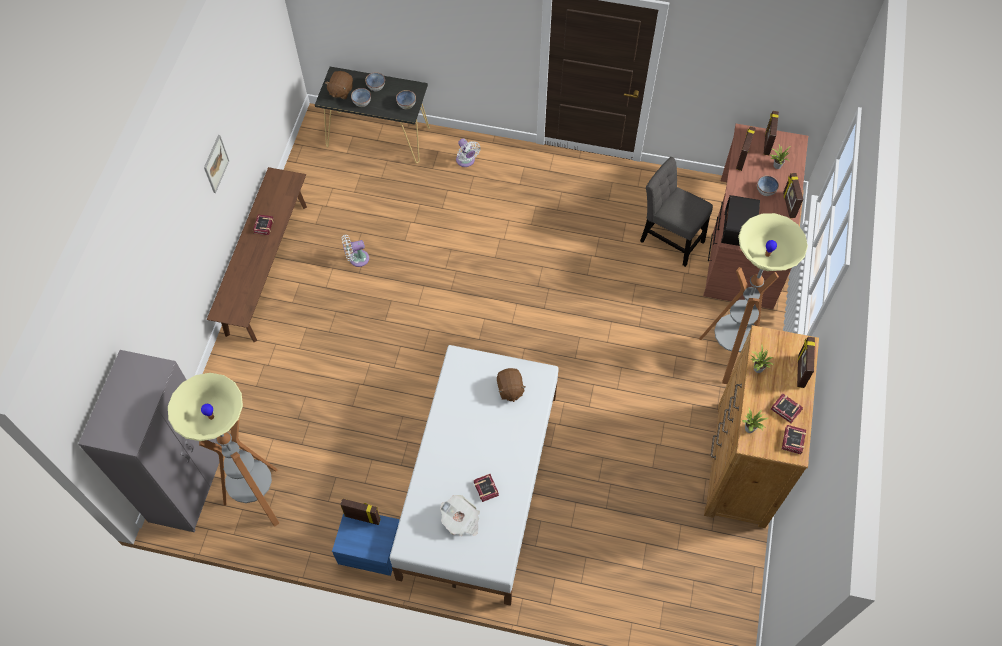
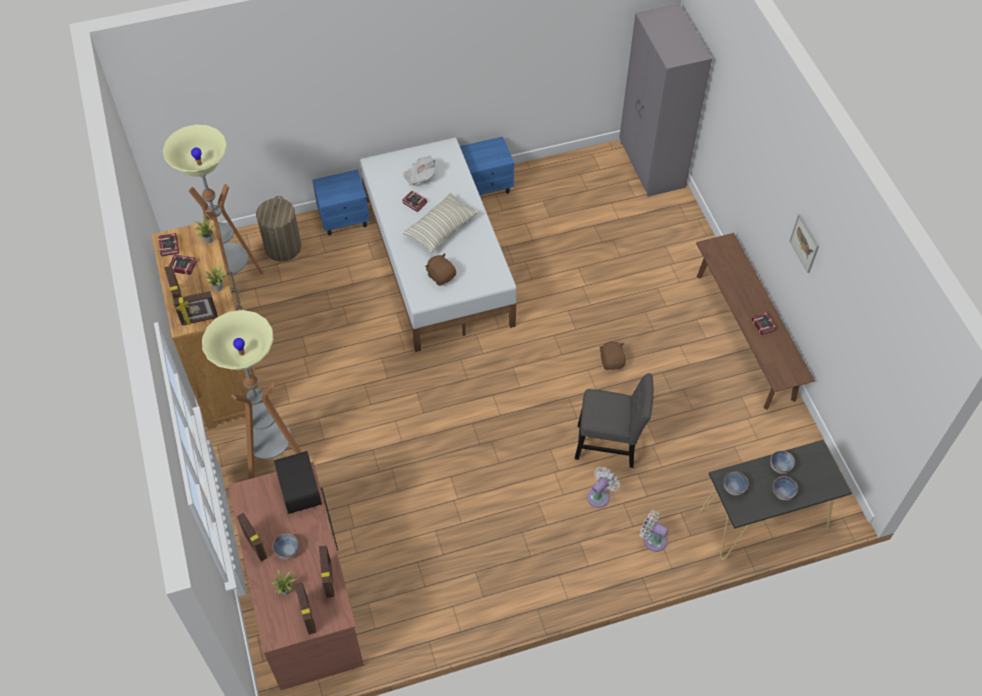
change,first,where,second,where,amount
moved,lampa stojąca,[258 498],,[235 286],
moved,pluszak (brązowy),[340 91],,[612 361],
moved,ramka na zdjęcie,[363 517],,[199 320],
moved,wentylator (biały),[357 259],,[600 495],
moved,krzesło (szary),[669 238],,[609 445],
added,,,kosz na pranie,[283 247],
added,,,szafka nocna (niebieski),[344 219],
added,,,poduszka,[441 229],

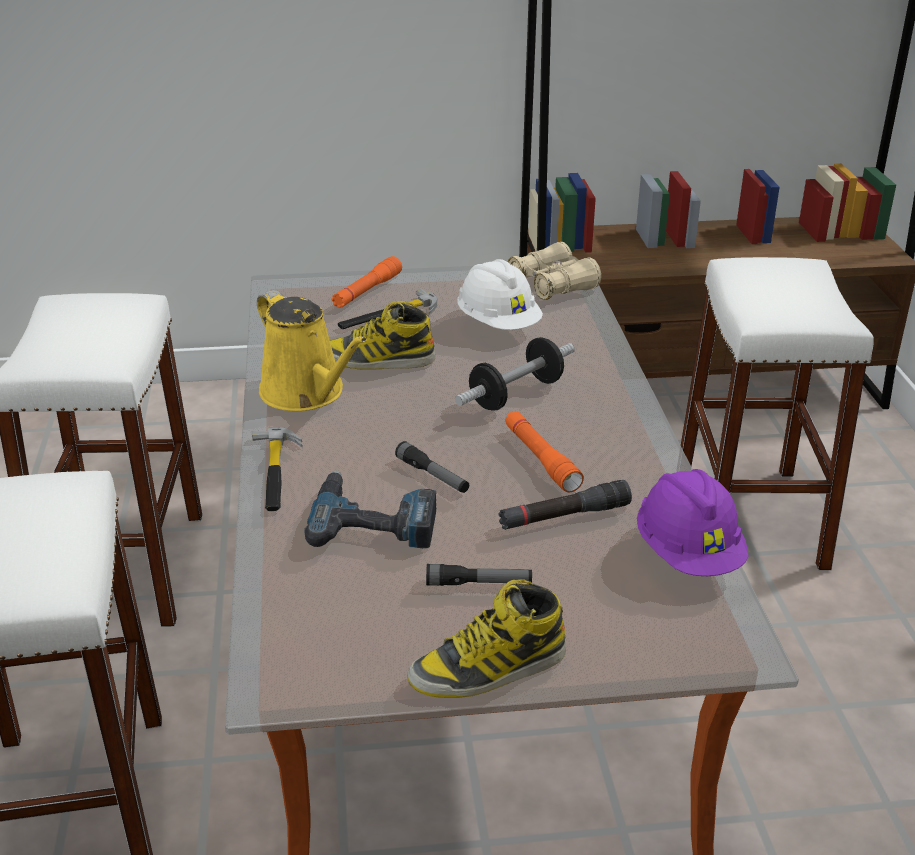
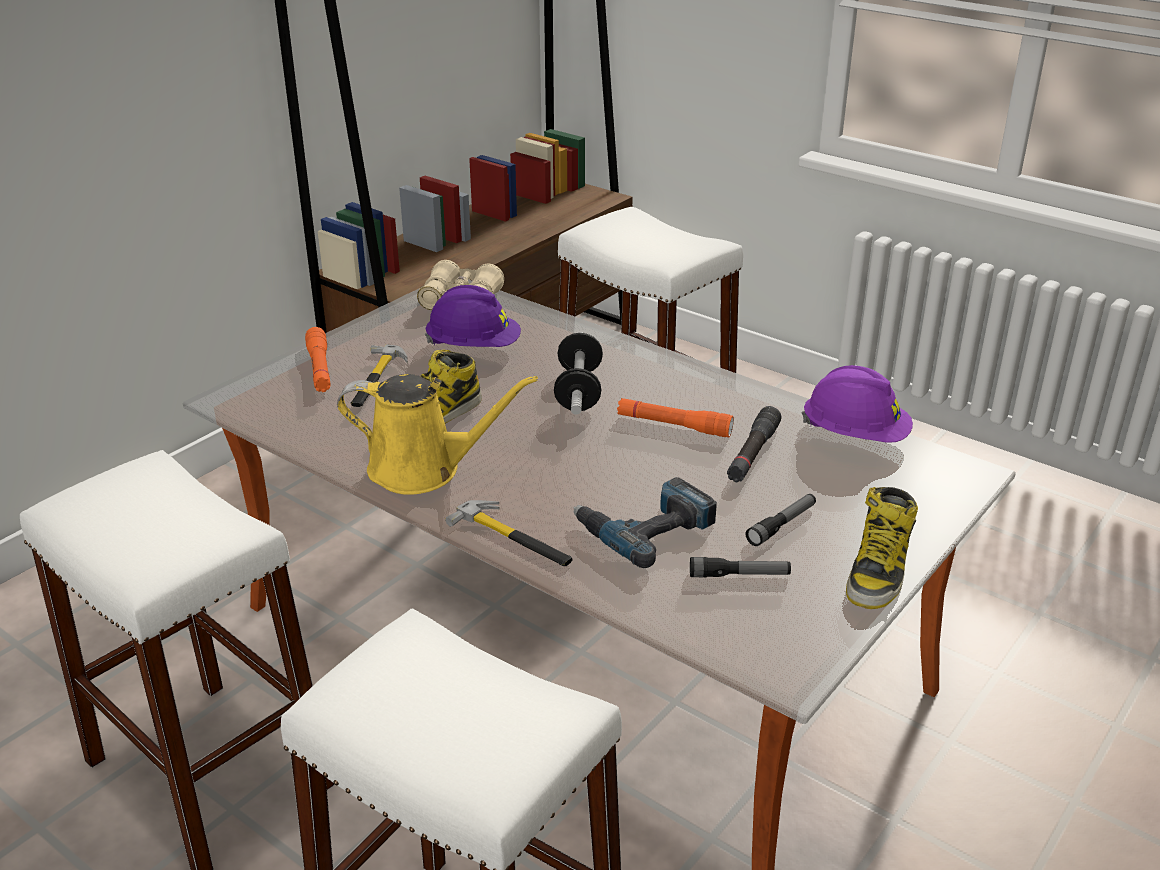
change,first,where,second,where,amount
moved,latarka,[432 475],,[739 575],
recoloured,kask (biały),[498 324],kask (fioletowy),[474 347],

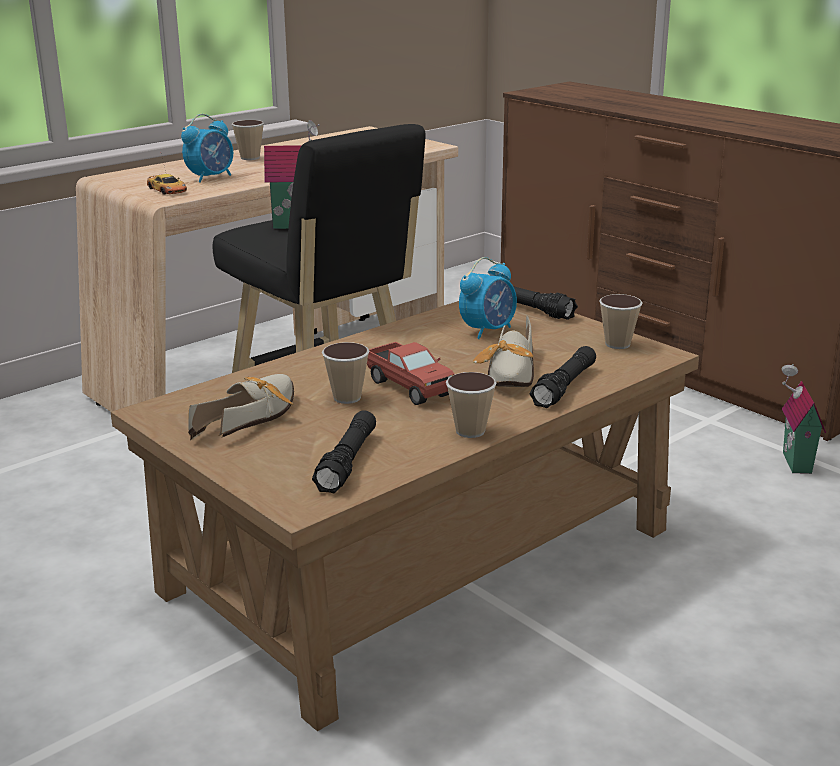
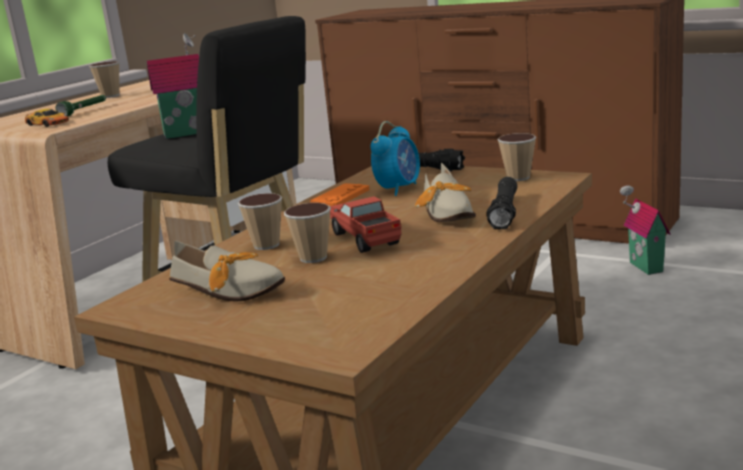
change,first,where,second,where,amount
replaced,budzik,[211 177],latarka (zielony),[84 111],
turned,but,[253 417],,[232 290],105 degrees clockwise
removed,latarka (czarny),[347 462],,,
turned,ciężarówka zabawkowa,[409 388],,[366 239],150 degrees counterclockwise
moved,filiżanka,[470 431],,[266 245],
added,,,pad do gier (pomarańczowy),[340 197],

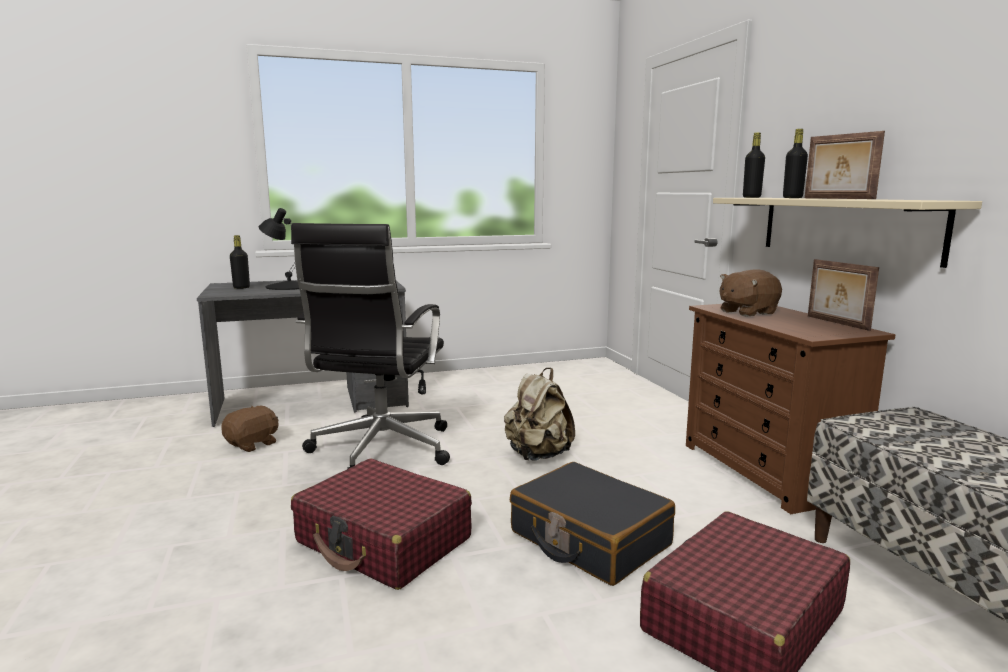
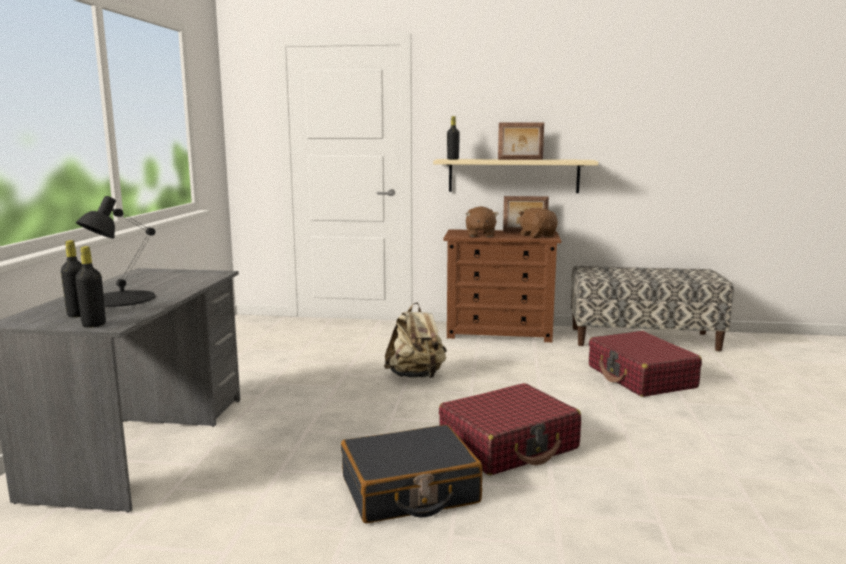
change,first,where,second,where,amount
moved,pluszak (brązowy),[253 444],,[537 236],
removed,krzesło biurowe (czarny),[380 451],,,
moved,walizka (czarny),[589 539],,[409 491],
moved,butelka (czarny),[792 198],,[94 324],

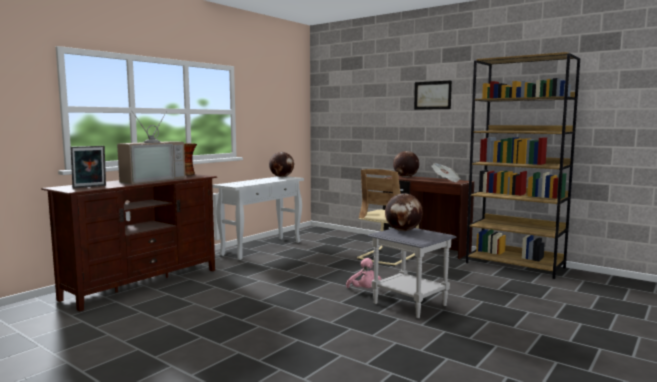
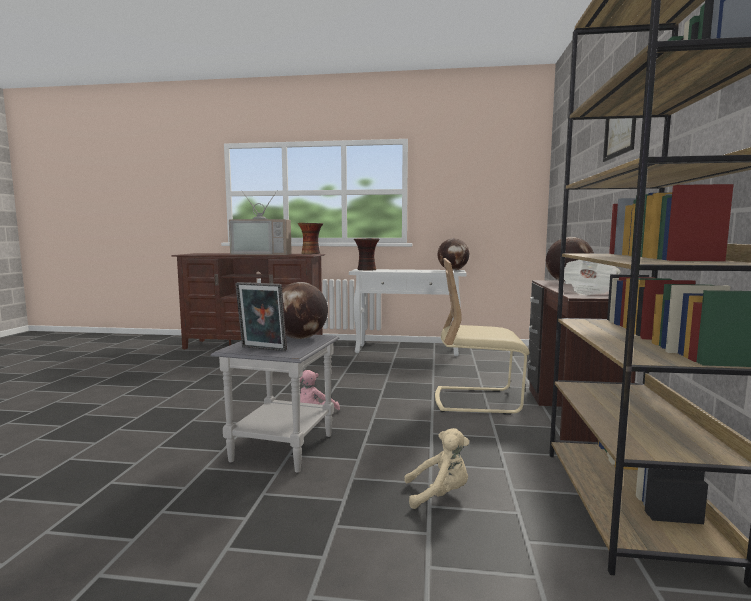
change,first,where,second,where,amount
moved,ramka na zdjęcie,[90 187],,[262 349],
added,,,wazon,[366 269],
added,,,pluszak (beżowy),[439 494],

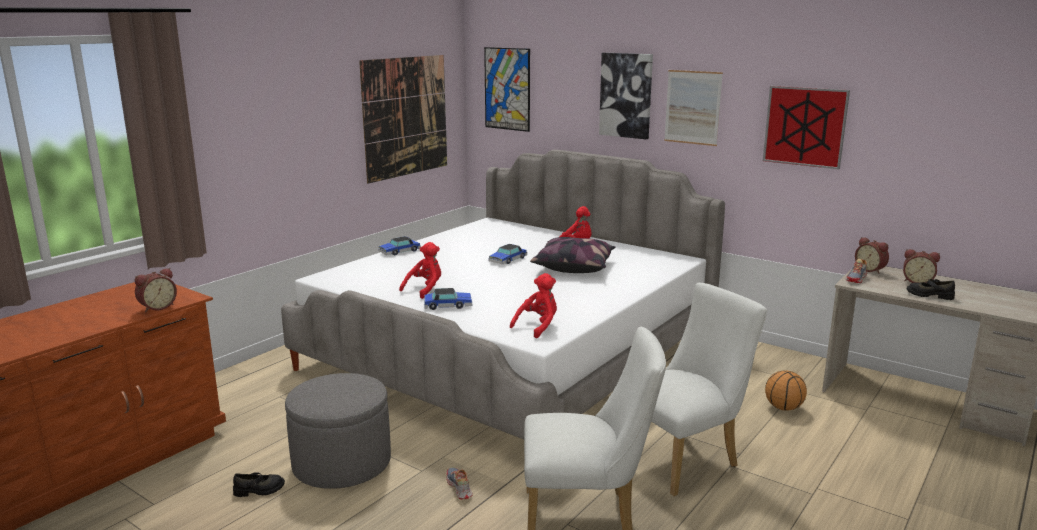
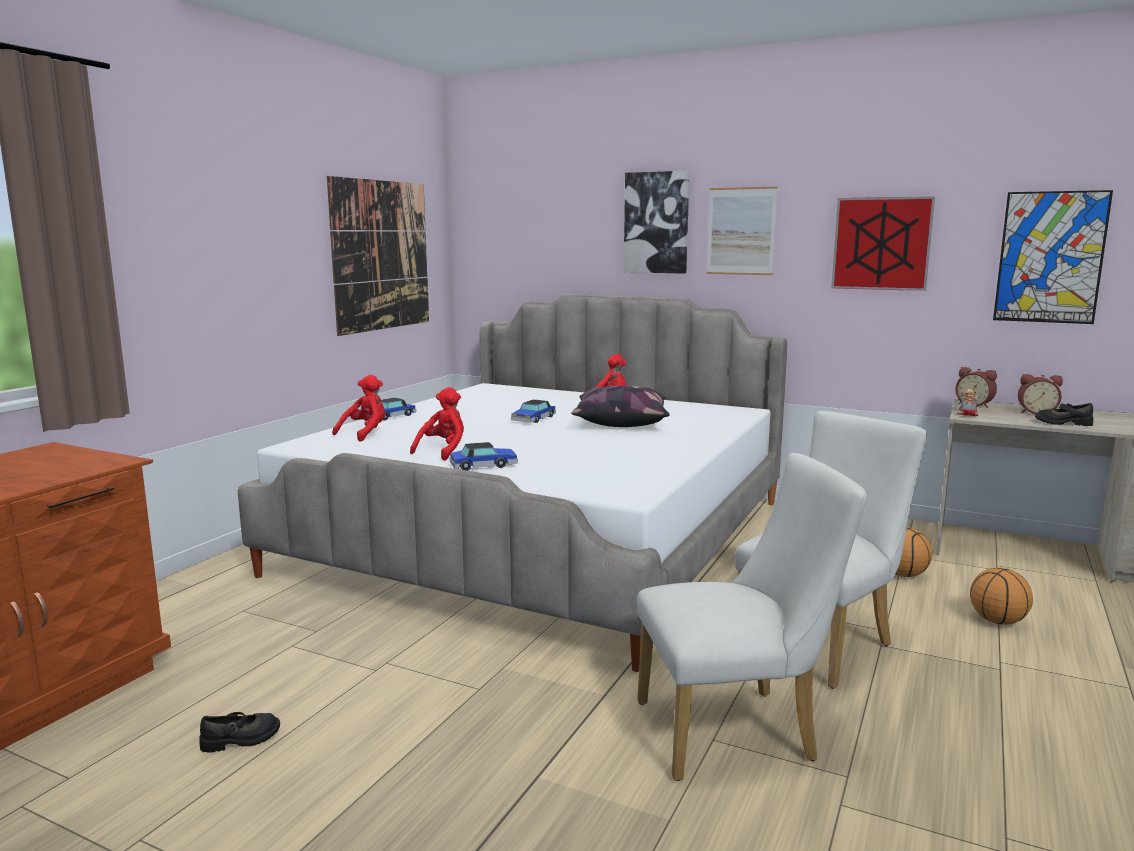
change,first,where,second,where,amount
removed,budzik,[157 307],,,
removed,pufa (szary),[342 463],,,
removed,but,[459 487],,,
moved,obraz,[507 89],,[1050 257],
moved,pluszak (czerwony),[538 326],,[365 433],
added,,,piłka do koszykówki,[998 621],

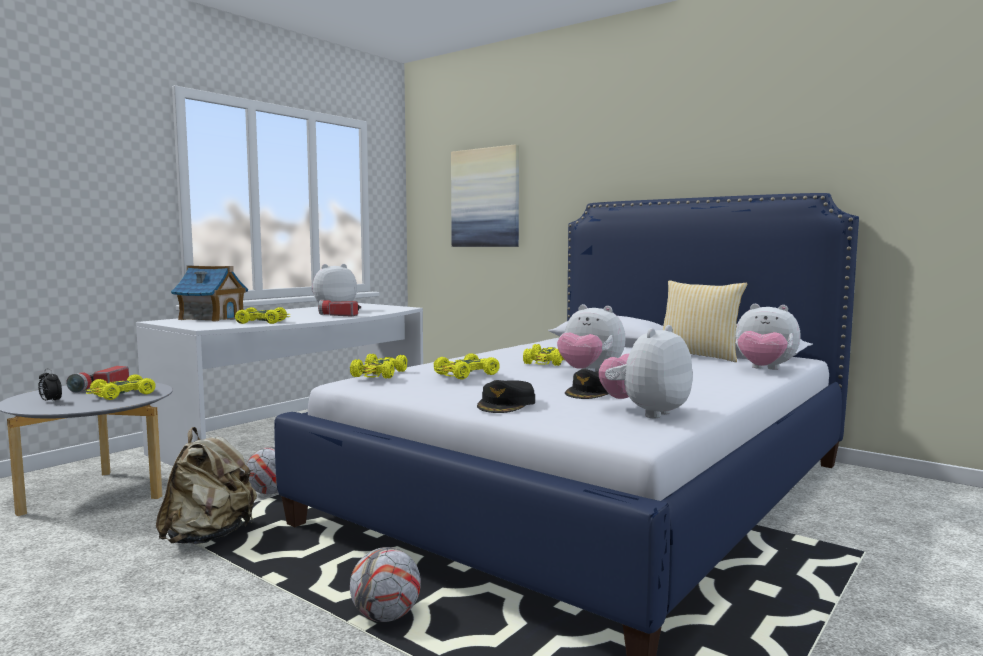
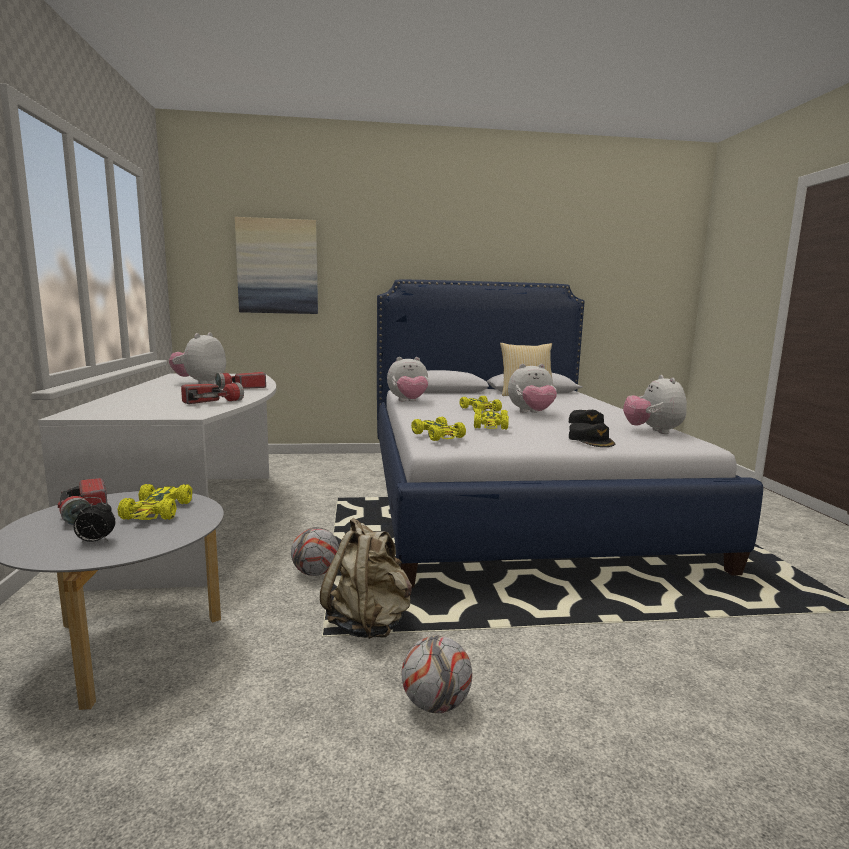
change,first,where,second,where,amount
removed,domek,[212 318],,,
replaced,samochodzik (żółty),[262 322],latarka,[213 402],
moved,piłka futbolowa,[385 616],,[435 704],
moved,pluszak,[764 369],,[408 401],

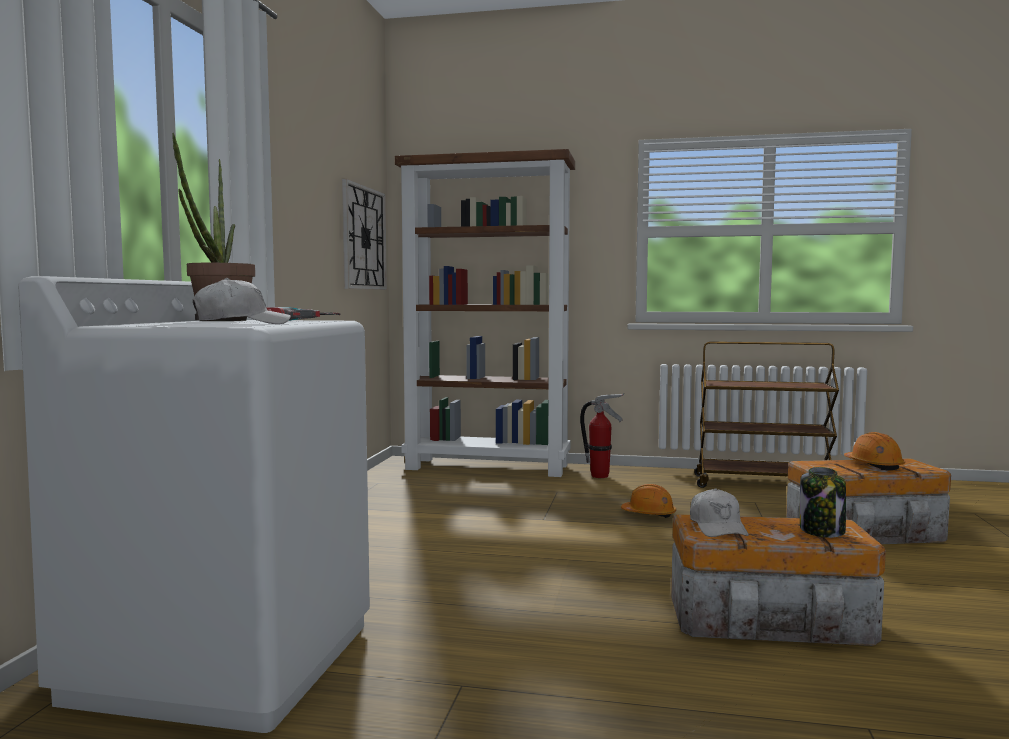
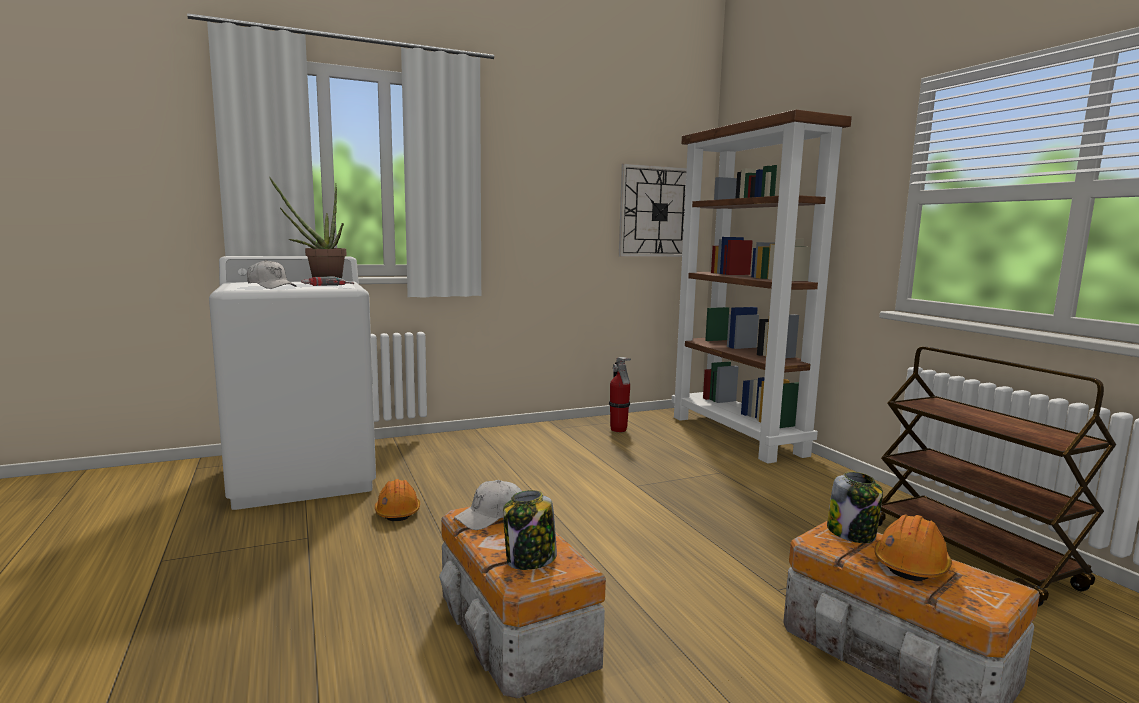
change,first,where,second,where,amount
moved,gaśnica,[600 476],,[618 430],
moved,kask (pomarańczowy),[649 514],,[397 511],
added,,,słoik,[852 533],

